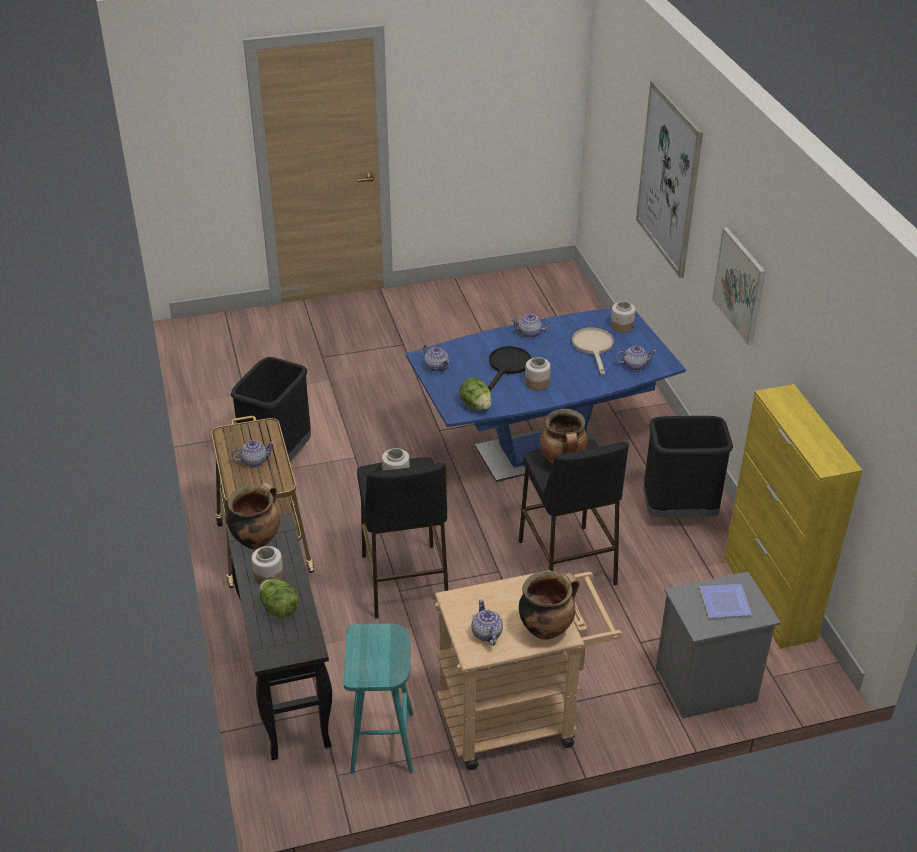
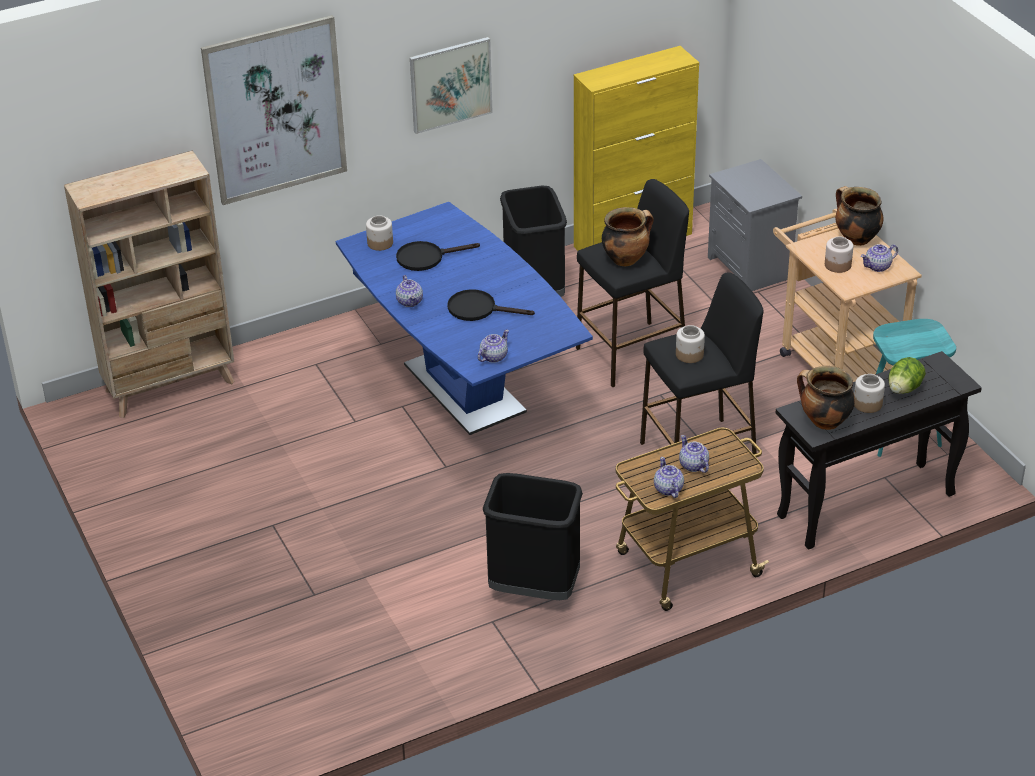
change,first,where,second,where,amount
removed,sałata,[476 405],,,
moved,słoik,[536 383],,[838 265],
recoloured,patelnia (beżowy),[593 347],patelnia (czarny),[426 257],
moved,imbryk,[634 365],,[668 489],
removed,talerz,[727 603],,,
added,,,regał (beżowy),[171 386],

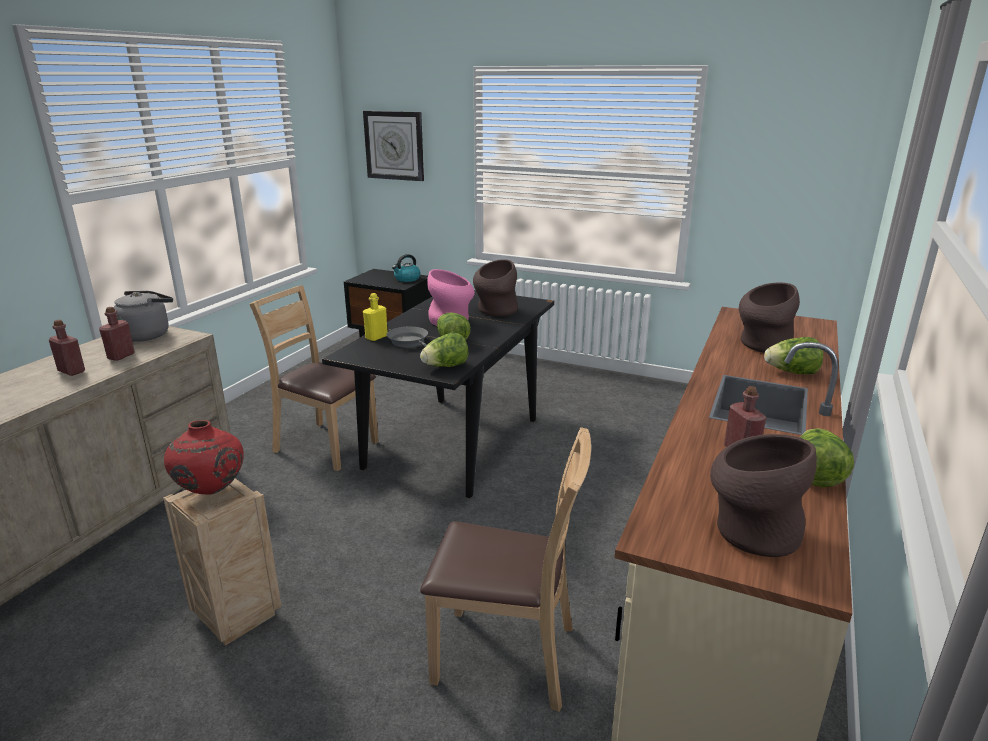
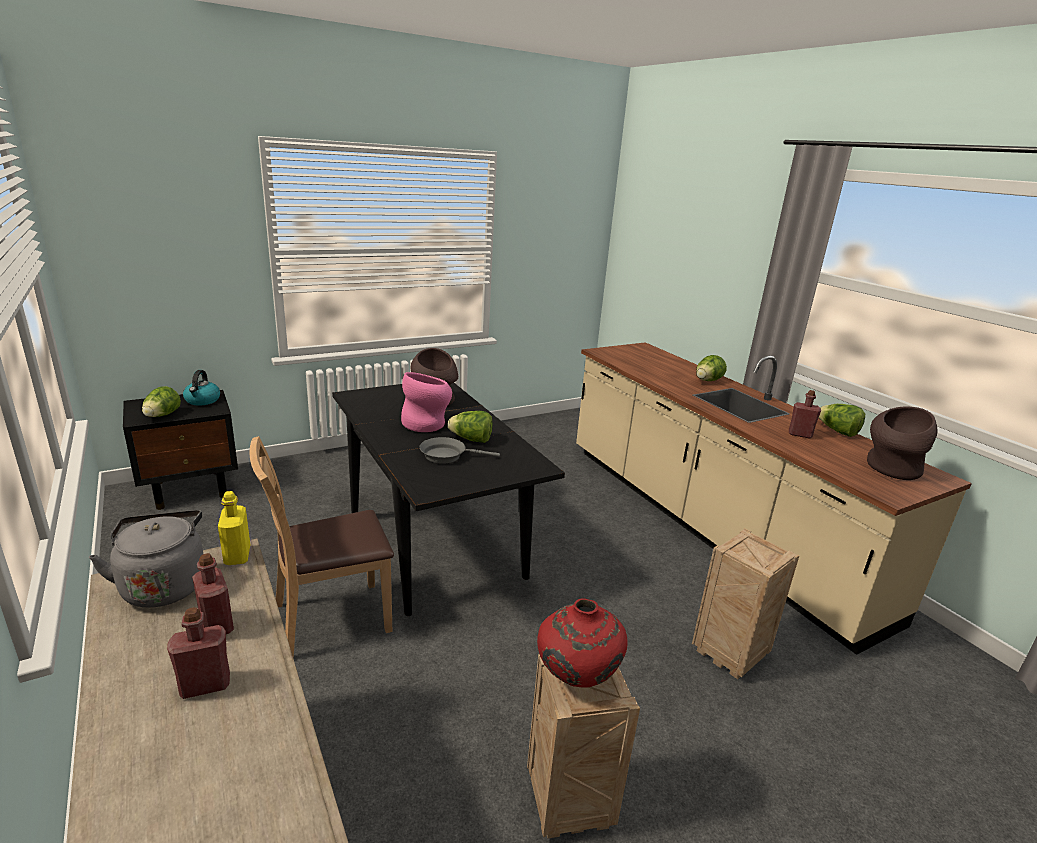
change,first,where,second,where,amount
removed,zegar ścienny,[394 145],,,
moved,butelka (żółty),[376 337],,[237 555],
moved,sałata,[445 366],,[162 416],
replaced,krzesło (brązowy),[506 656],skrzynka,[731 654],
removed,wazon (brązowy),[762 346],,,

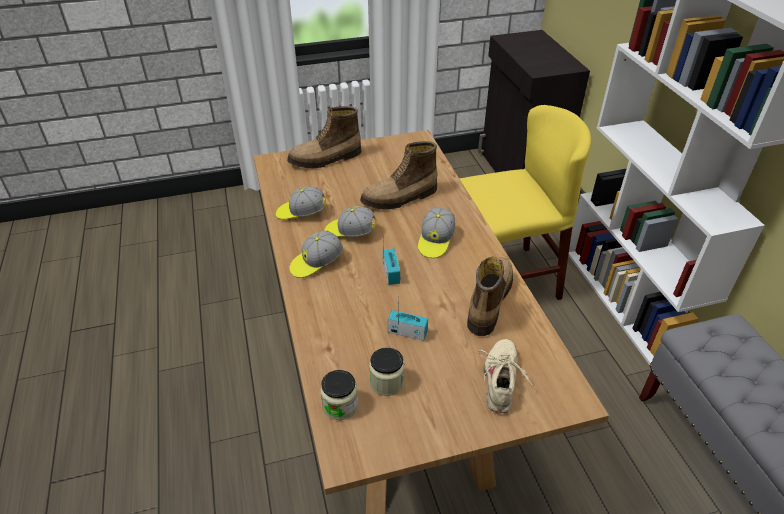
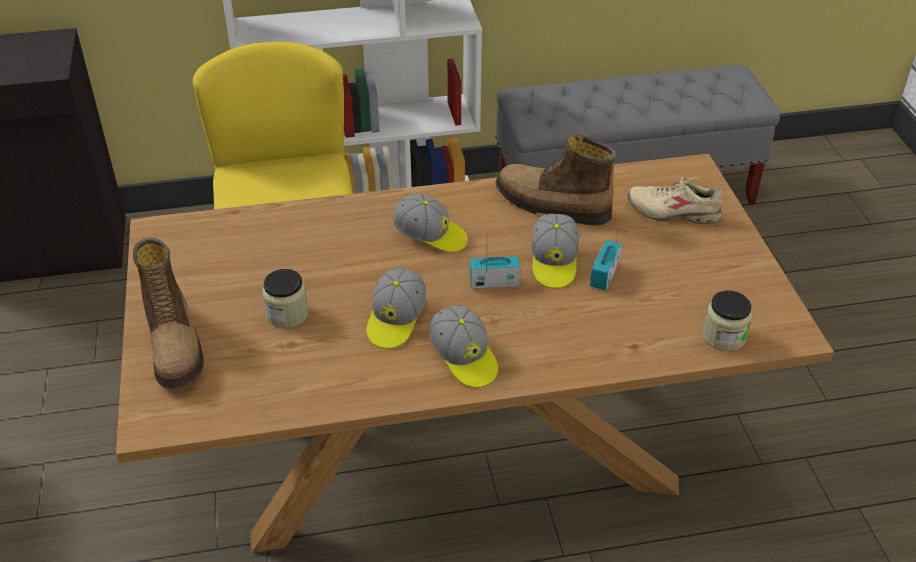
change,first,where,second,where,amount
moved,czapka z daszkiem,[301 213],,[554 262],
removed,but z cholewką,[400 198],,,
moved,słoik,[387 382],,[287 314],

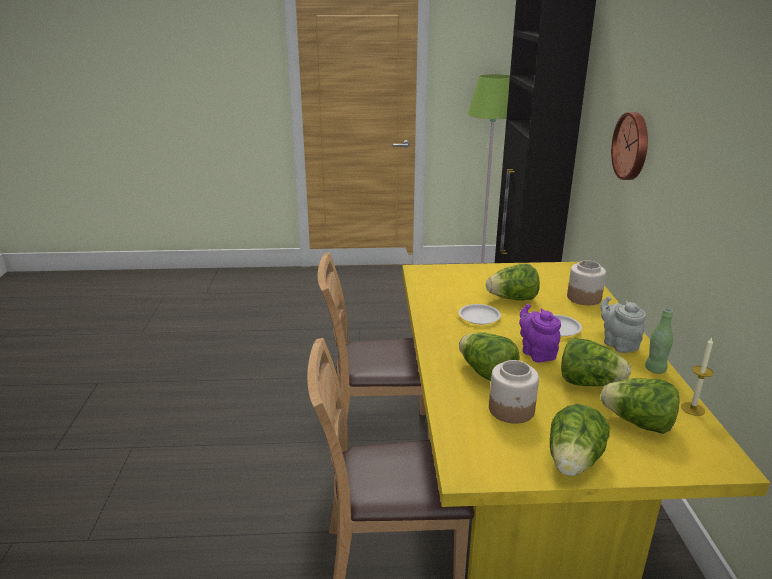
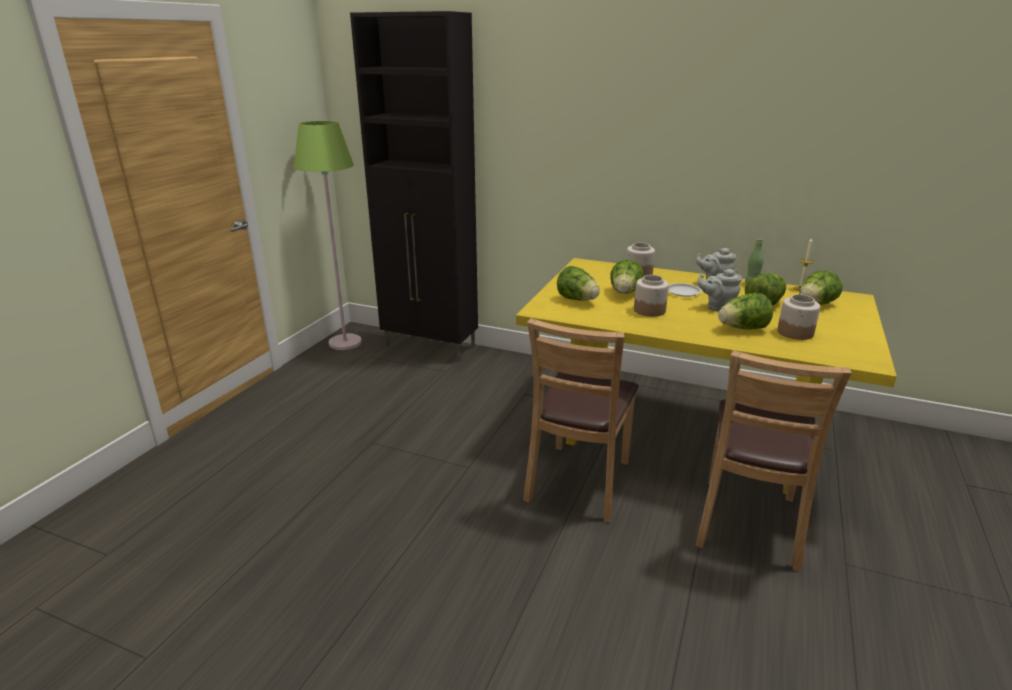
change,first,where,second,where,amount
replaced,talerz (biały),[479 317],słoik,[649 310],
recoloured,imbryk (fioletowy),[536 353],imbryk (szary),[717 307],
moved,sałata,[573 463],,[577 300],
removed,zegar ścienny,[632 146],,,

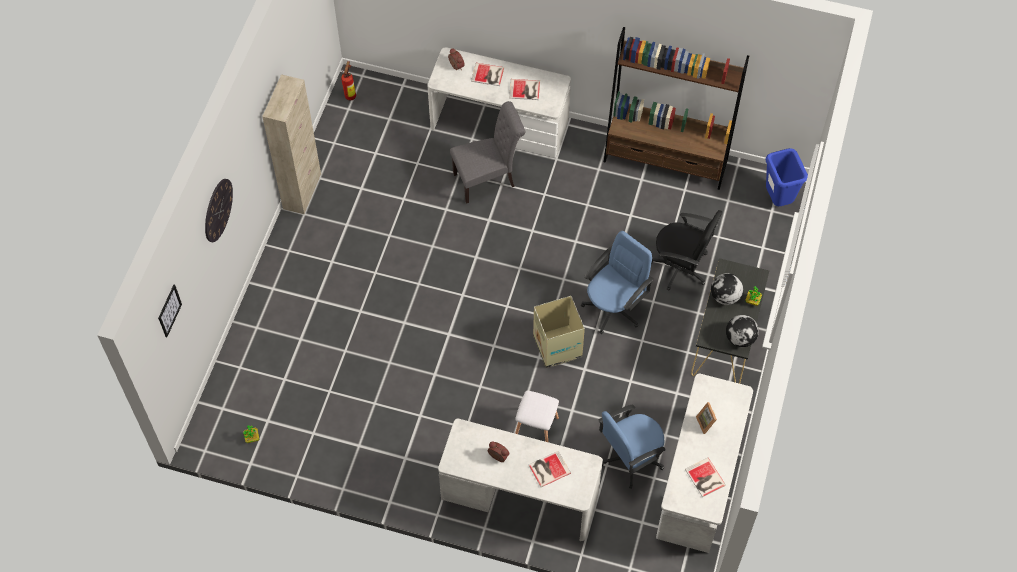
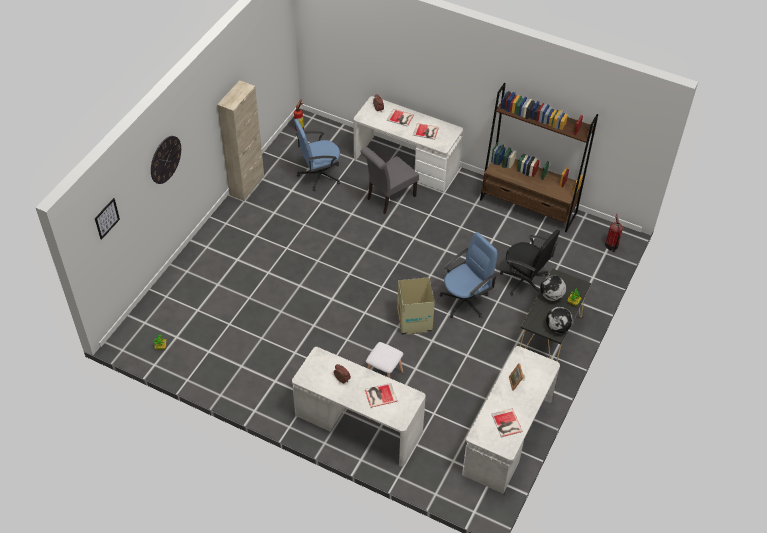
change,first,where,second,where,amount
turned,krzesło (szary),[488 179],,[388 198],150 degrees clockwise
moved,krzesło biurowe (niebieski),[630 458],,[319 175],
replaced,kosz na śmieci (niebieski),[778 200],gaśnica,[611 246],

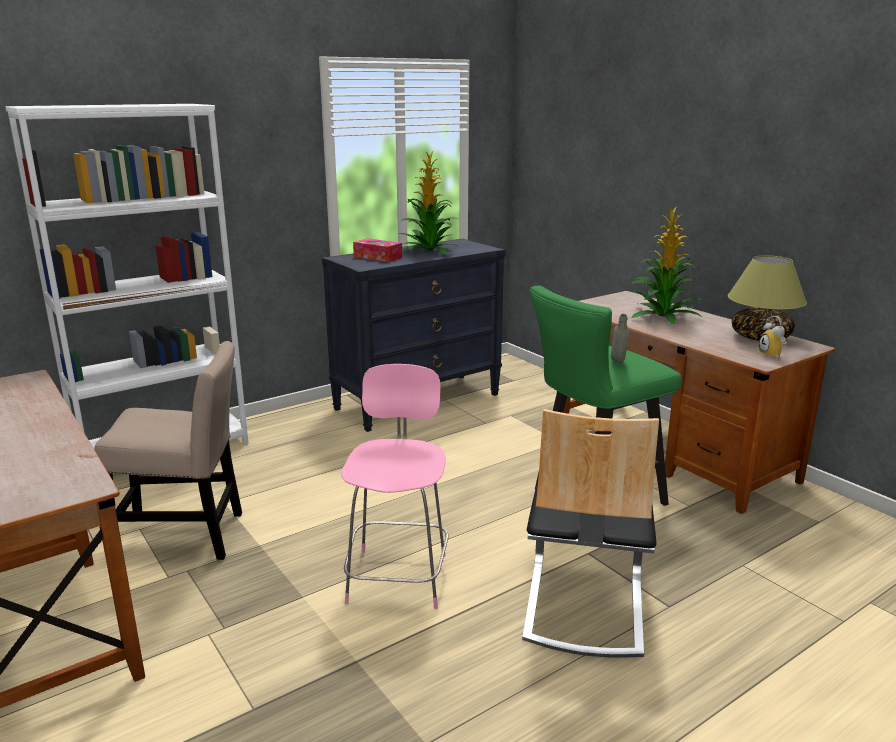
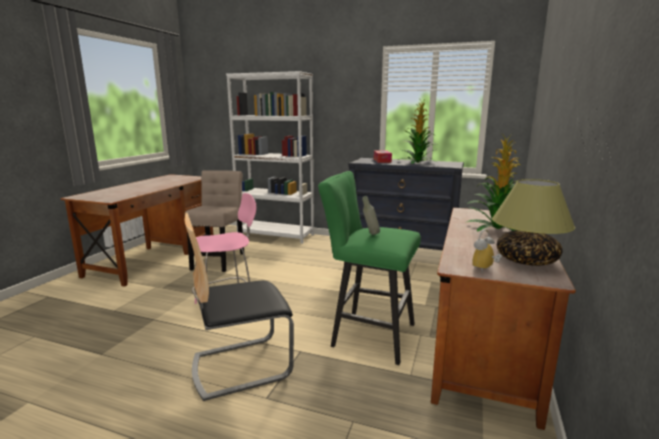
change,first,where,second,where,amount
turned,krzesło (beżowy),[186 536],,[219 260],135 degrees counterclockwise

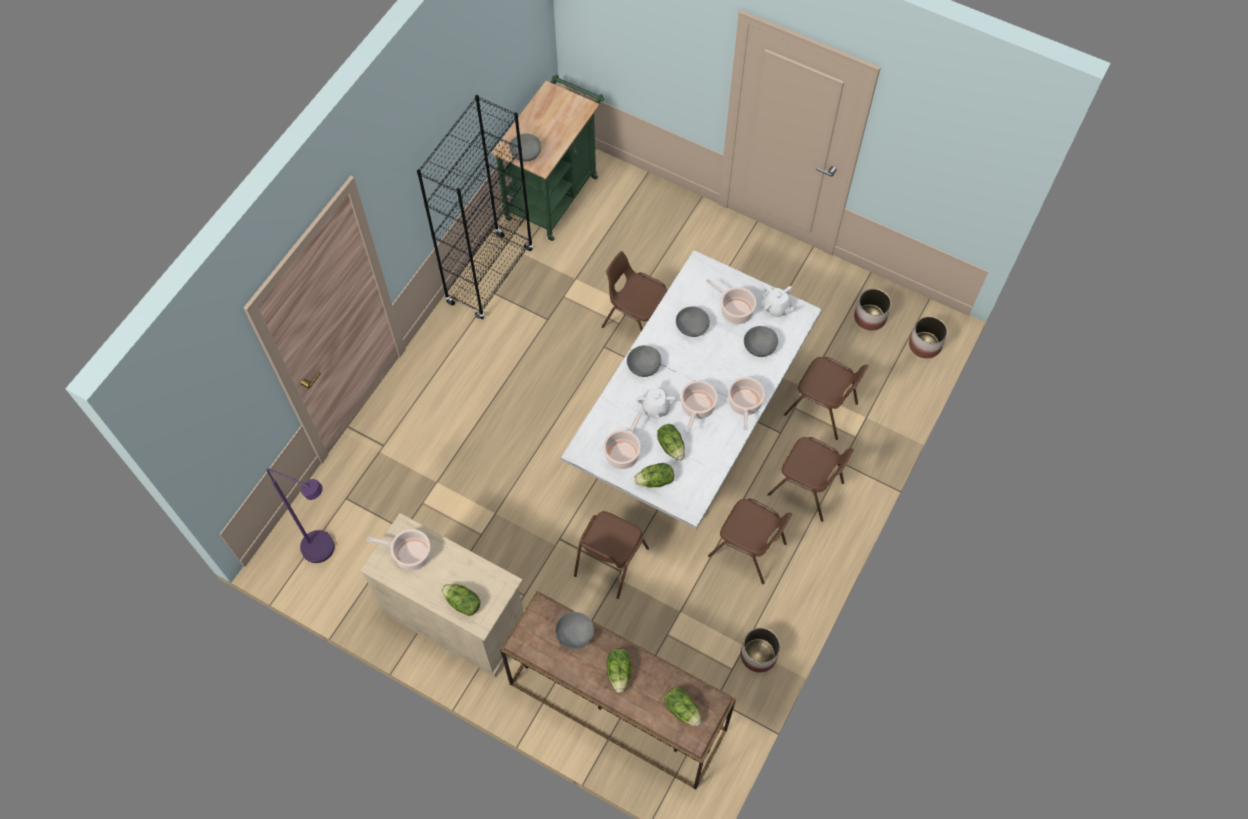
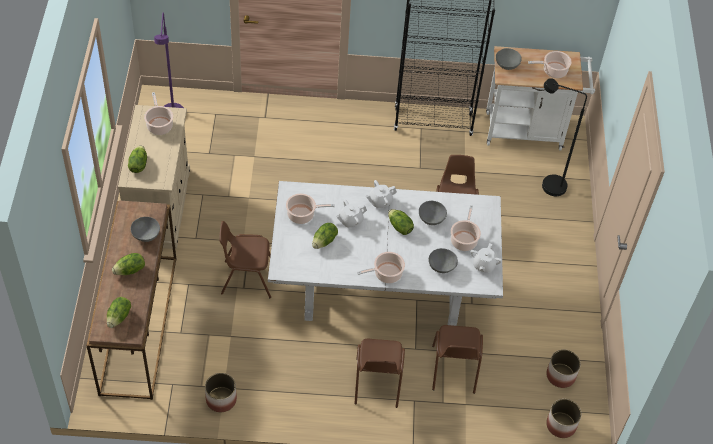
change,first,where,second,where,amount
recoloured,wózek (zielony),[554 193],wózek (biały),[529 131],
replaced,miska (szary),[643 367],imbryk (biały),[380 201],
moved,sałata,[655 481],,[399 227],
moved,garnek,[697 408],,[553 71],
removed,krzesło (brązowy),[748 550],,,
added,,,lampa stojąca (czarny),[547 184],

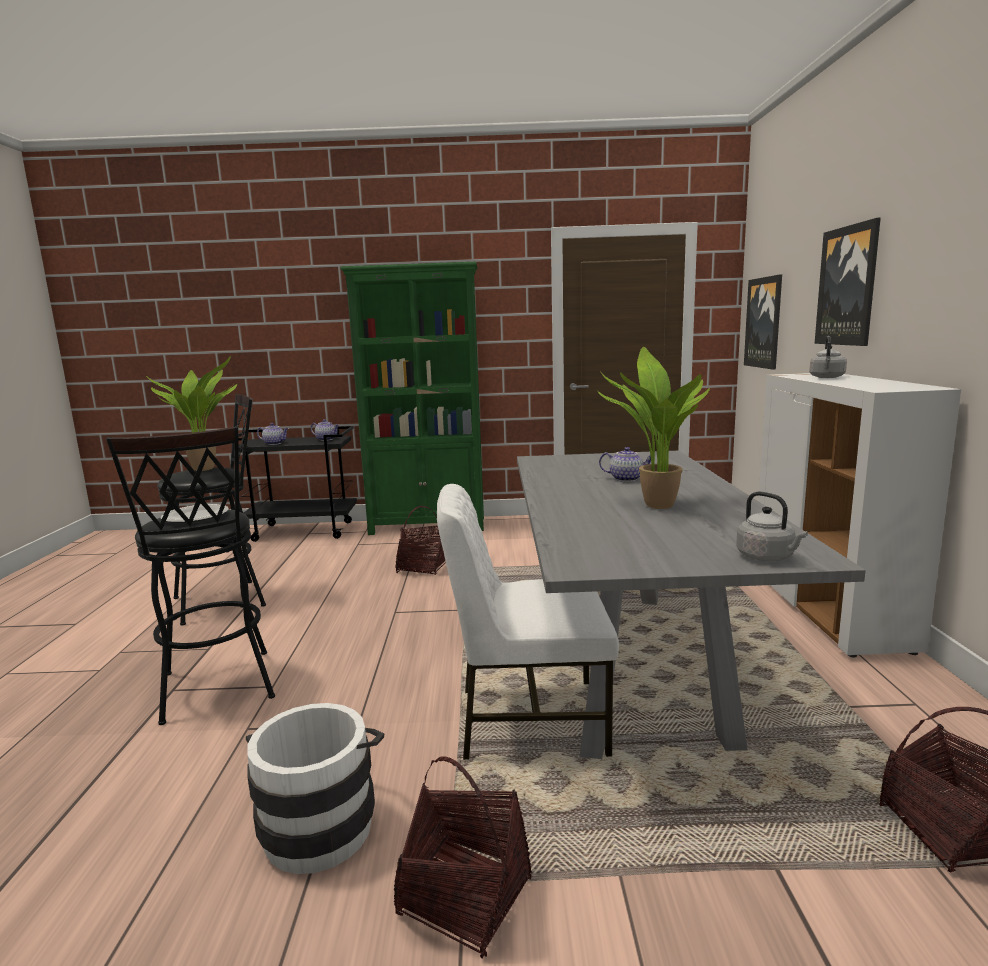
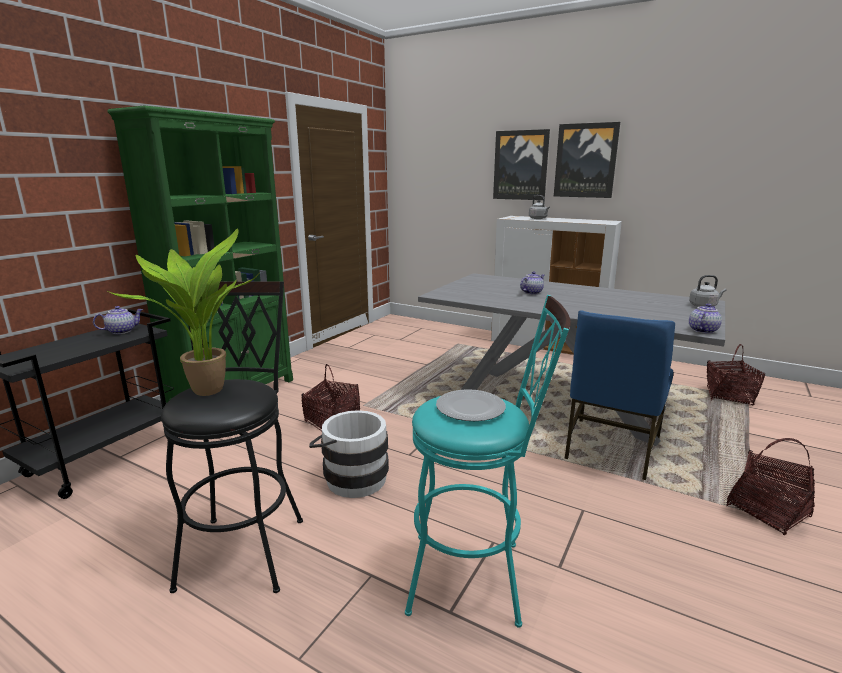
change,first,where,second,where,amount
recoloured,stołek (czarny),[217 691],stołek (turkusowy),[477 578],
moved,wiadro (biały),[322 822],,[351 477],
moved,imbryk,[274 443],,[702 330],
recoloured,krzesło (biały),[528 720],krzesło (niebieski),[610 449],
removed,roślina doniczkowa,[653 506],,,
moved,obraz,[764 322],,[585 161],

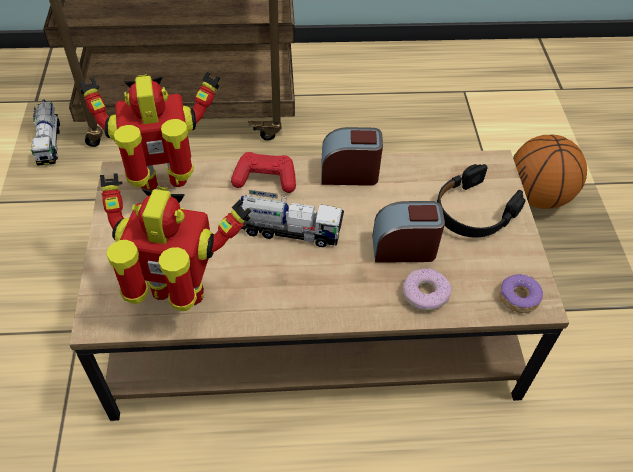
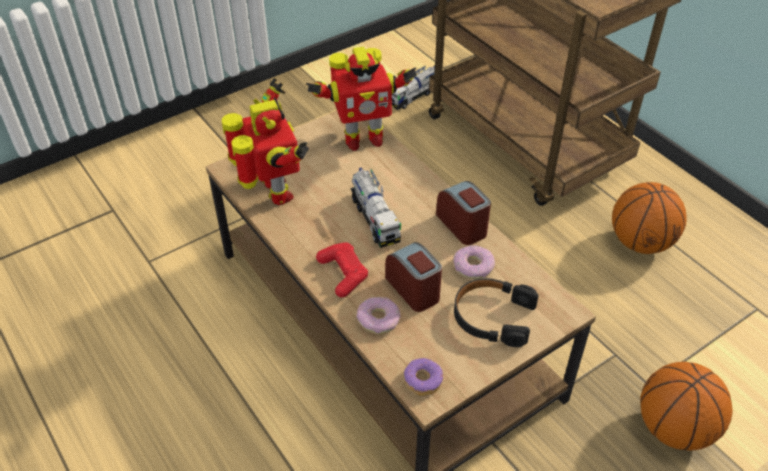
change,first,where,second,where,amount
turned,robot zabawkowy,[165 184],,[362 139],120 degrees clockwise
moved,pad do gier (czerwony),[265 179],,[343 274],
added,,,donut,[473 267],
added,,,piłka do koszykówki,[640 242],

